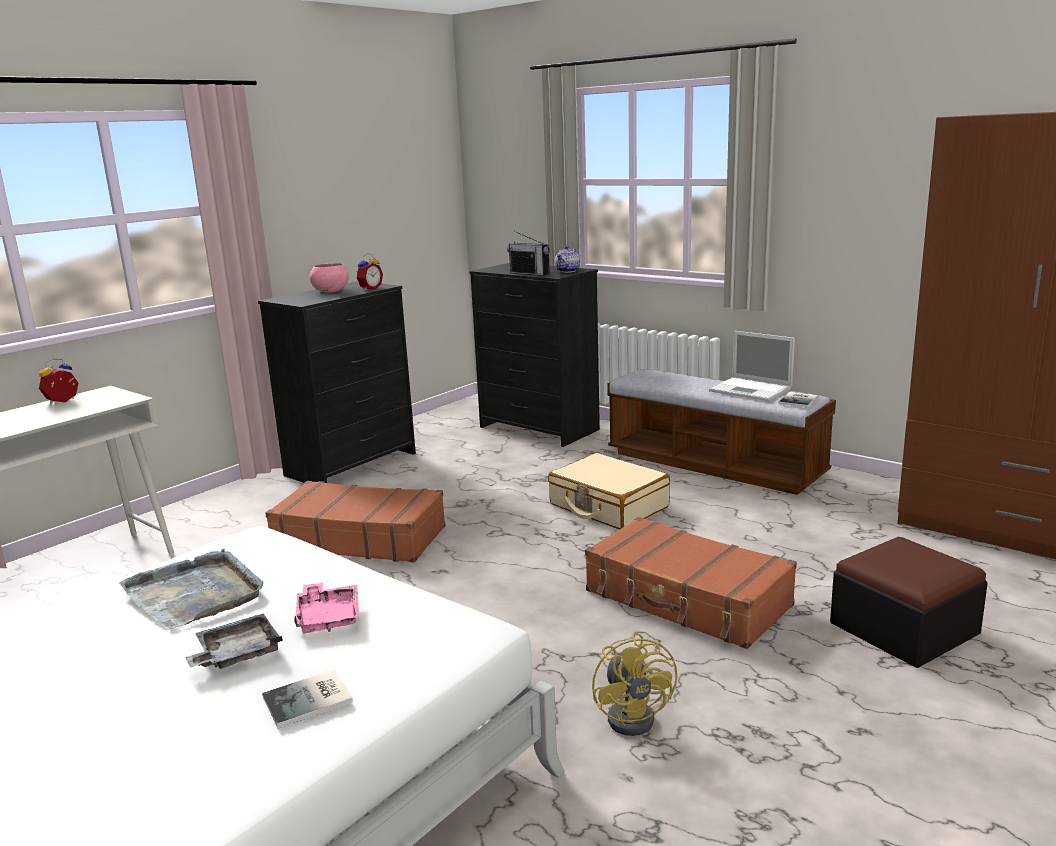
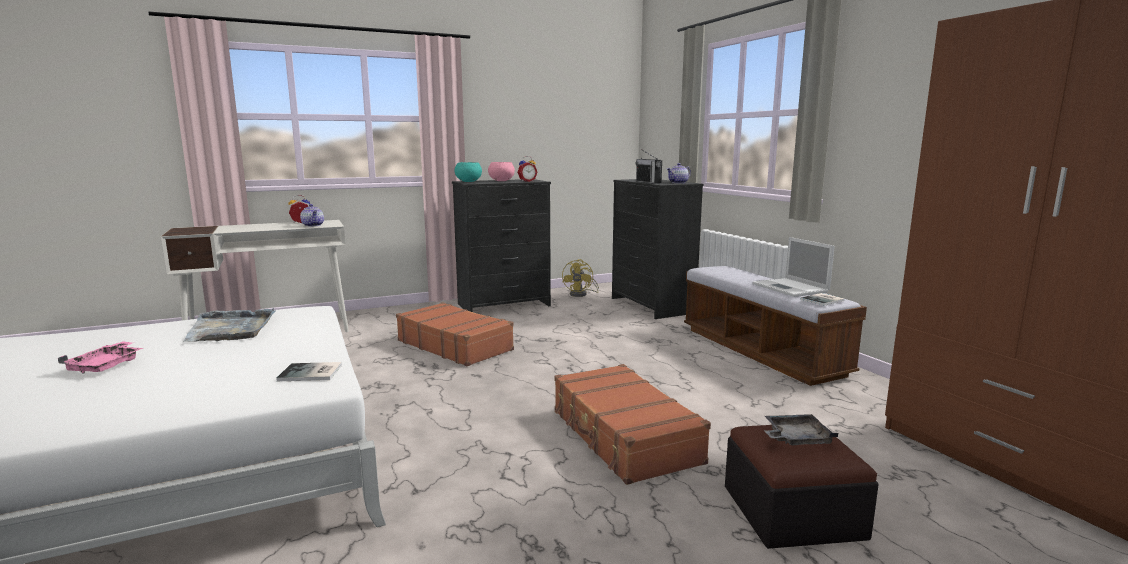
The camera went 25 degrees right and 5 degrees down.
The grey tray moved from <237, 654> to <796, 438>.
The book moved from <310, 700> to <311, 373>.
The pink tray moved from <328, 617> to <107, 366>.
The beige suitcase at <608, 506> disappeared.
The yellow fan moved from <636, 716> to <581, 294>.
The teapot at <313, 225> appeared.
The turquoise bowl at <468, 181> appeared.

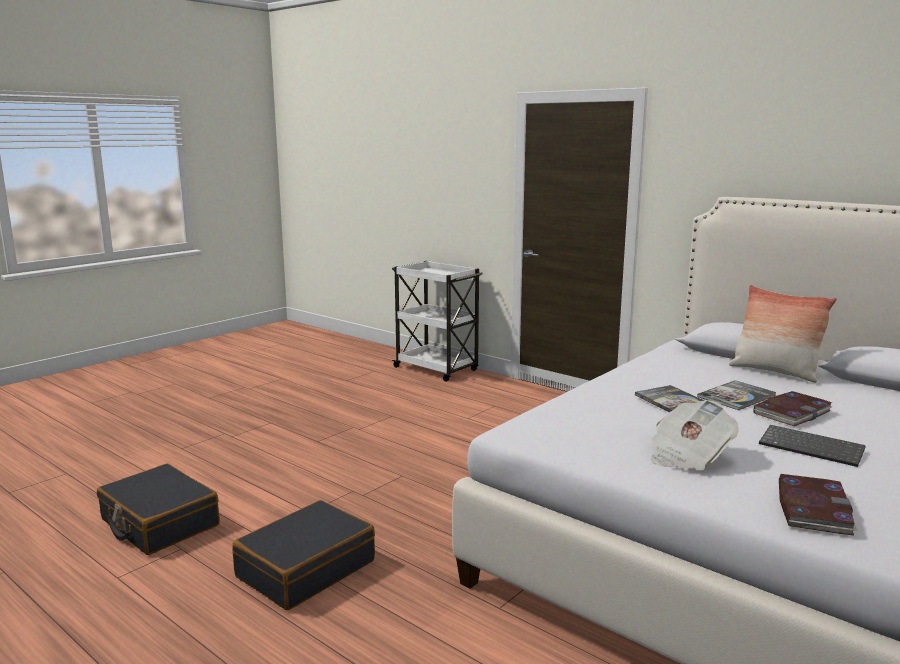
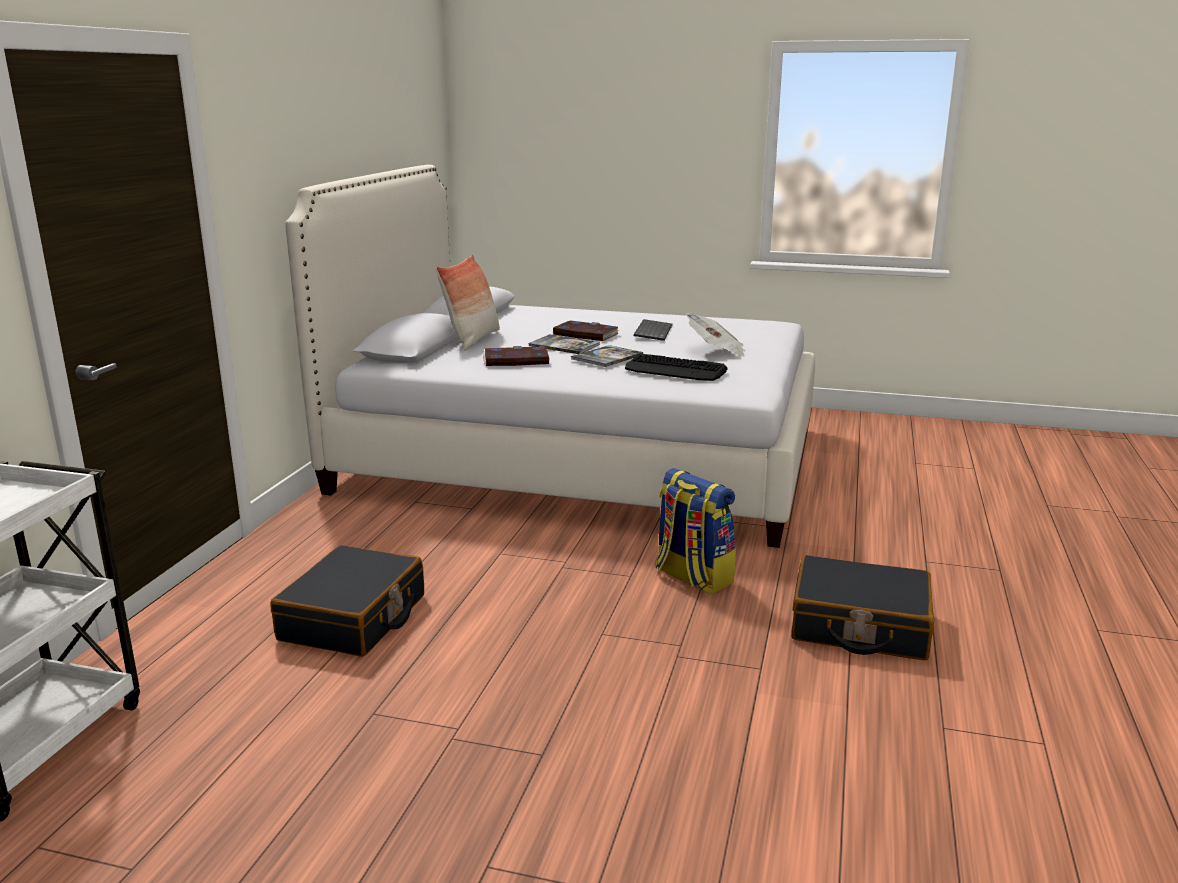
The camera went 115 degrees left and 5 degrees up.
The black suitcase moved from <159, 523> to <354, 618>.
The book moved from <813, 508> to <516, 360>.
The keyboard at <675, 370> appeared.
The backpack at <692, 577> appeared.

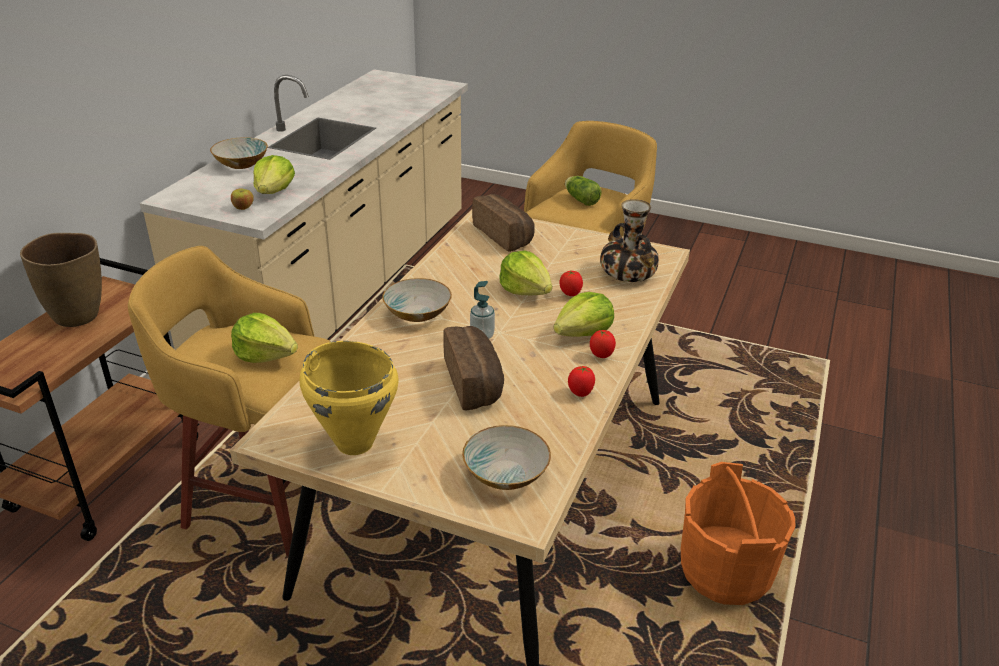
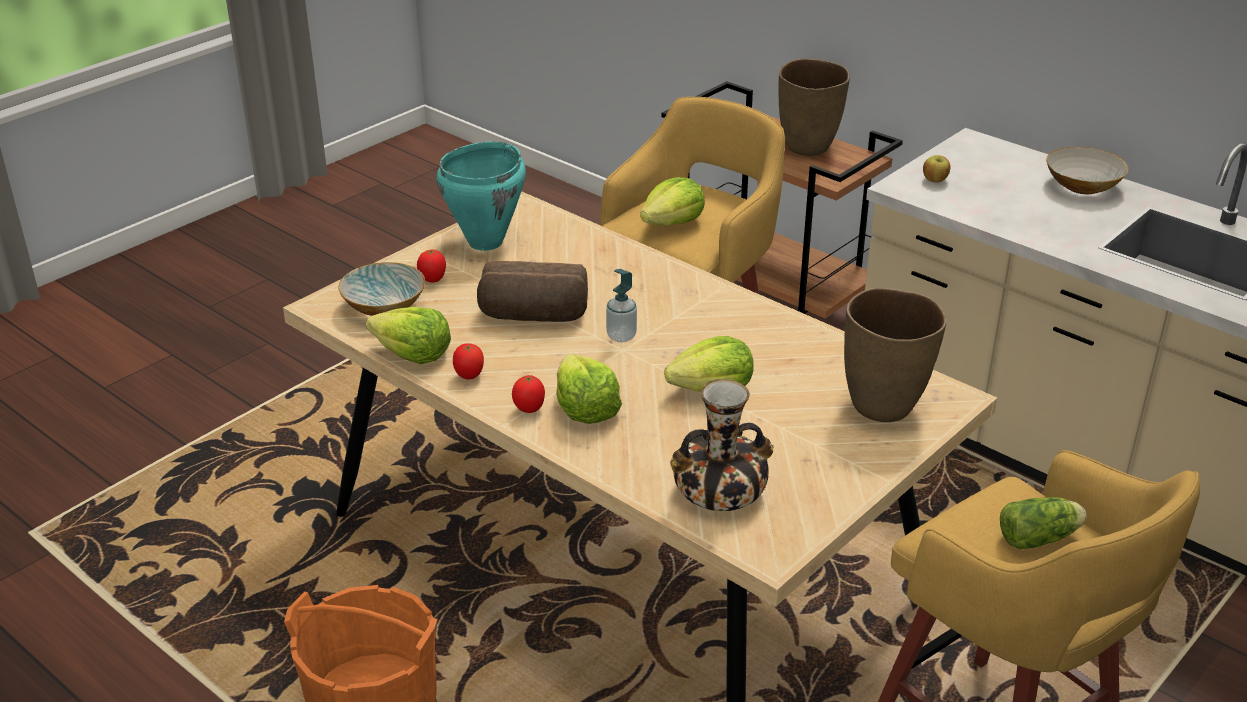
The camera went 110 degrees right and 0 degrees up.
The lettuce moved from <274, 191> to <413, 355>.
The yellow cooking pot at <355, 442> became the turquoise cooking pot at <486, 242>.
The bowl at <417, 313> disappeared.
The bread at <505, 235> was replaced by the brown vase at <883, 405>.
The tomato moved from <570, 294> to <433, 280>.

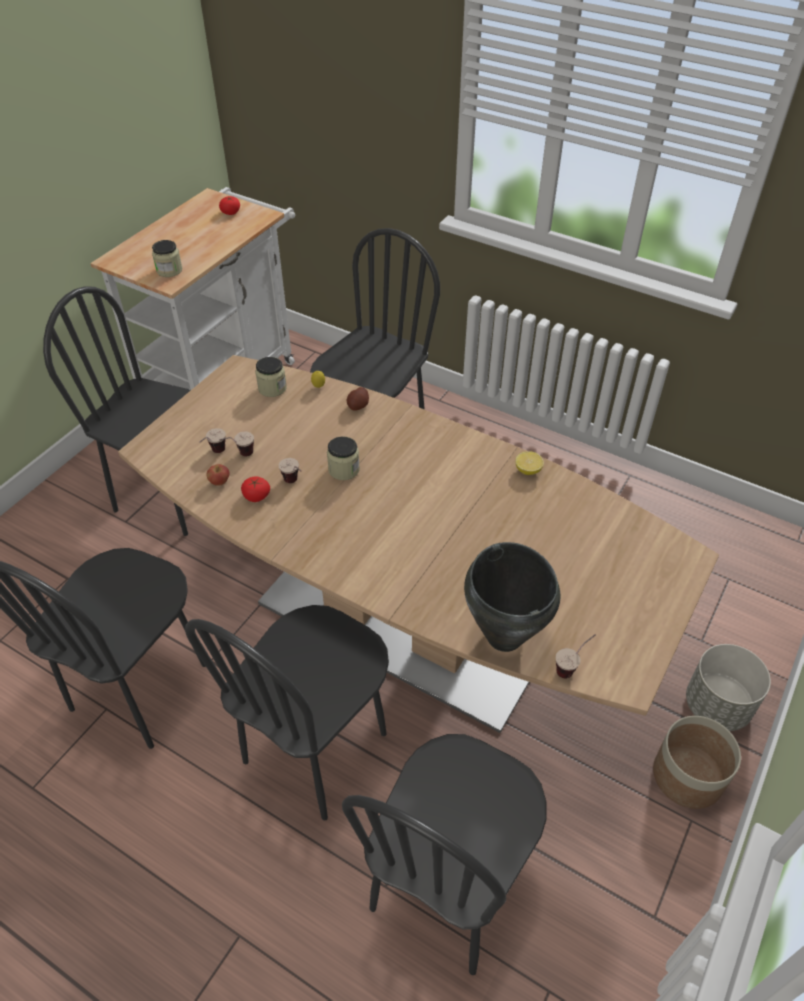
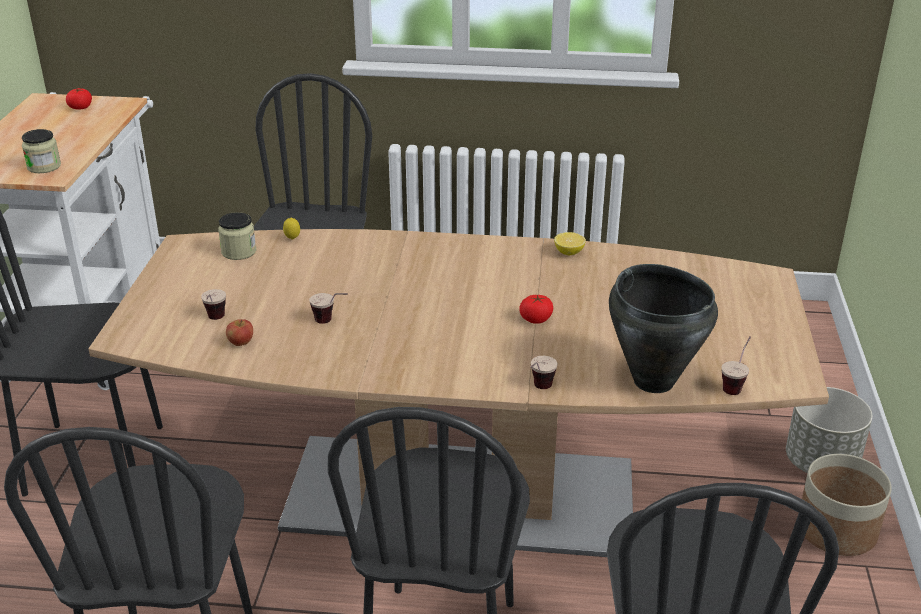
The camera went 25 degrees left and 15 degrees down.
The cup moved from <239, 455> to <538, 390>.
The tomato moved from <256, 496> to <536, 319>.
The jar at <344, 469> disappeared.
The potato at <358, 406> disappeared.

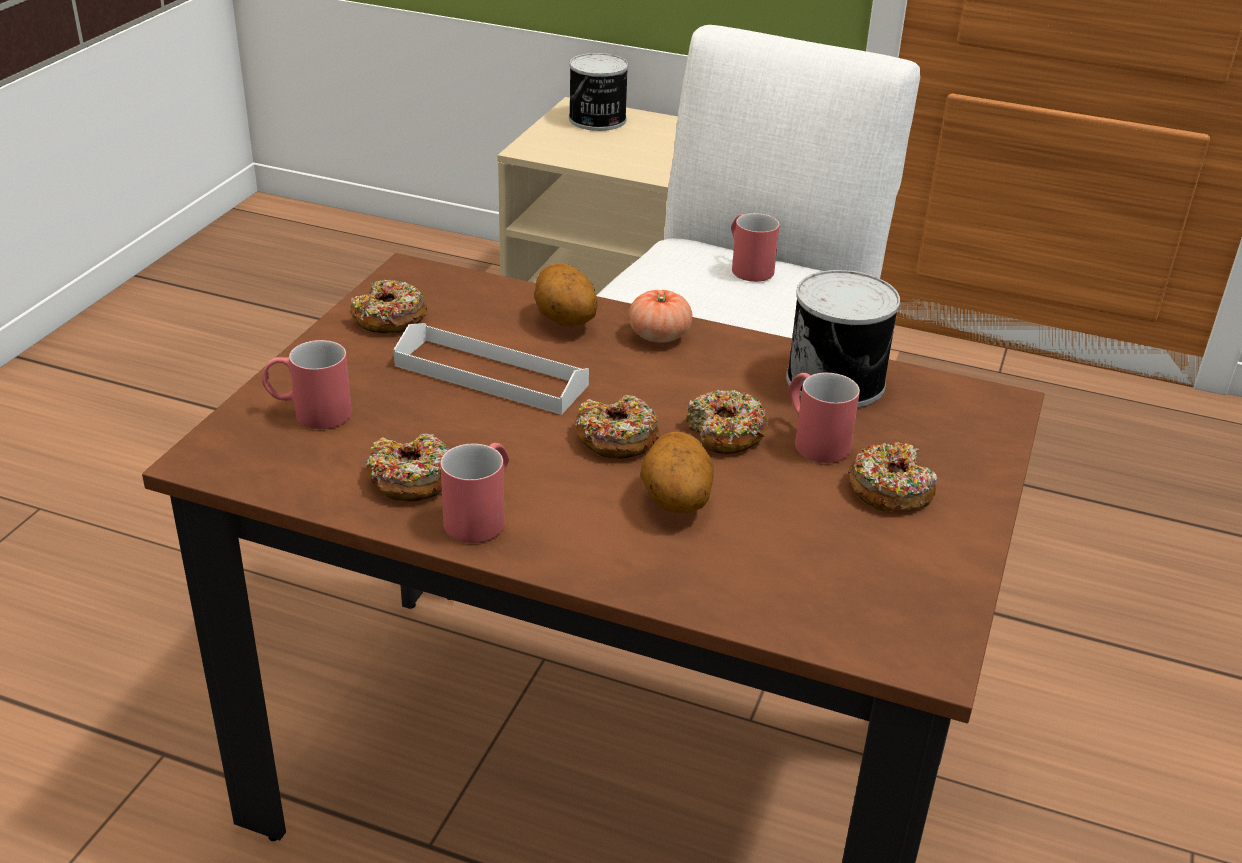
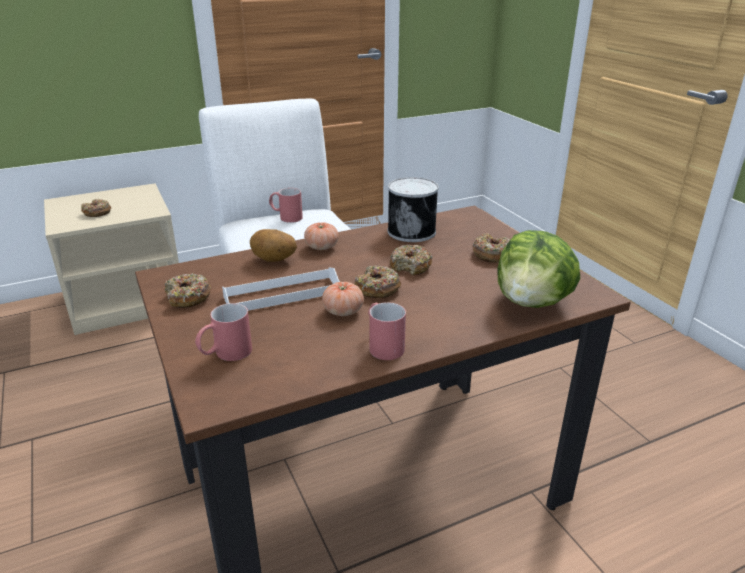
The camera went 45 degrees left and 5 degrees down.
The donut moved from <411, 479> to <97, 212>.
The can at <597, 120> disappeared.
The potato at <675, 502> disappeared.
The red mug at <813, 439> disappeared.
The tomato at <343, 311> appeared.
The lettuce at <532, 302> appeared.

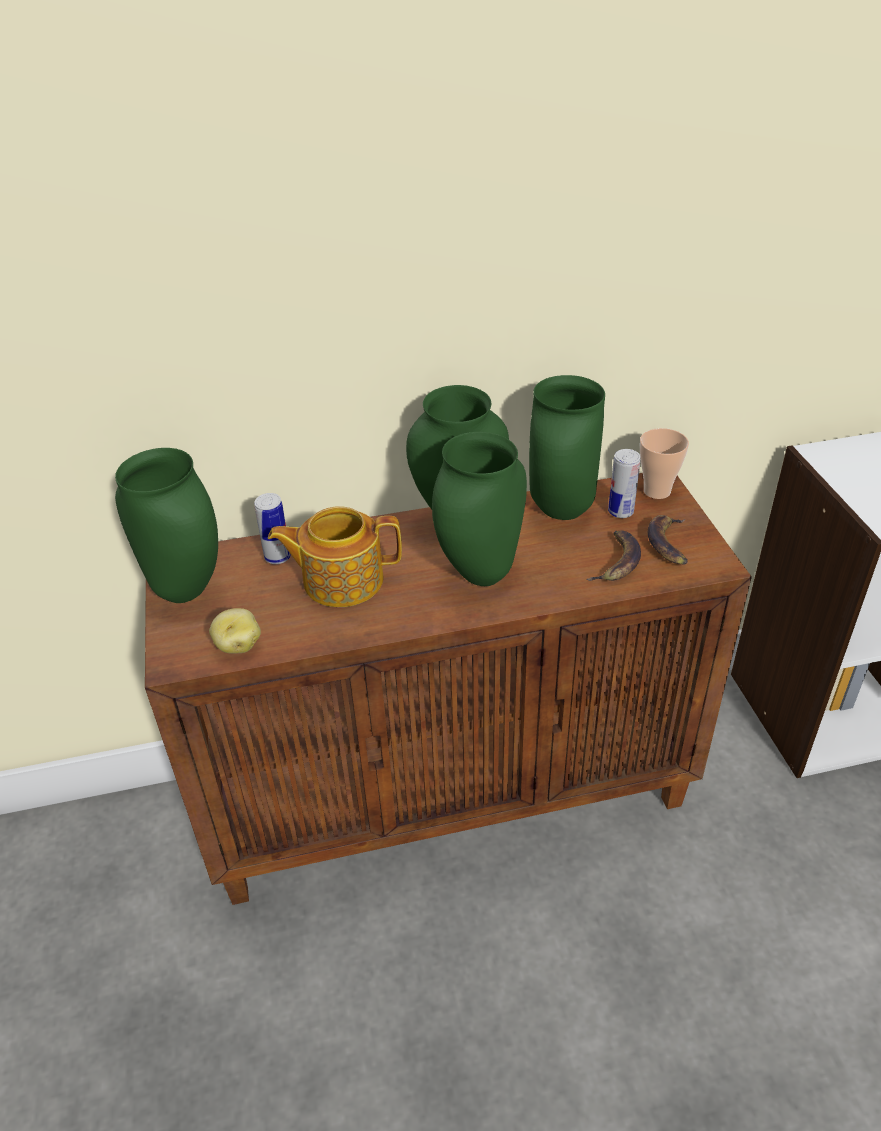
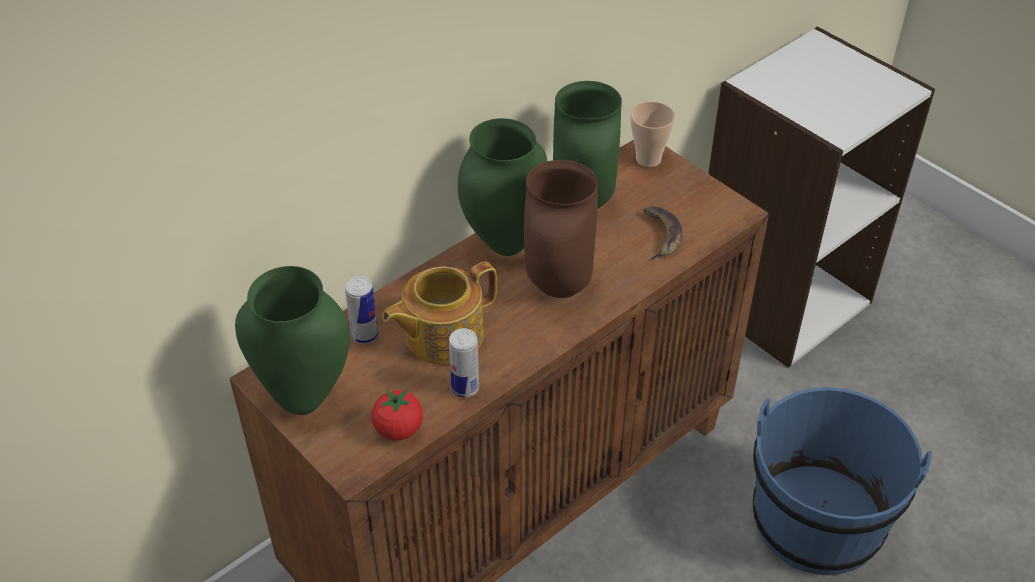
The camera went 30 degrees left and 5 degrees up.
The potato at <238, 645> was replaced by the tomato at <398, 429>.
The green vase at <481, 575> became the brown vase at <560, 288>.
The can moved from <620, 512> to <465, 388>.
The banana at <668, 543> disappeared.
The blue bucket at <817, 520> appeared.

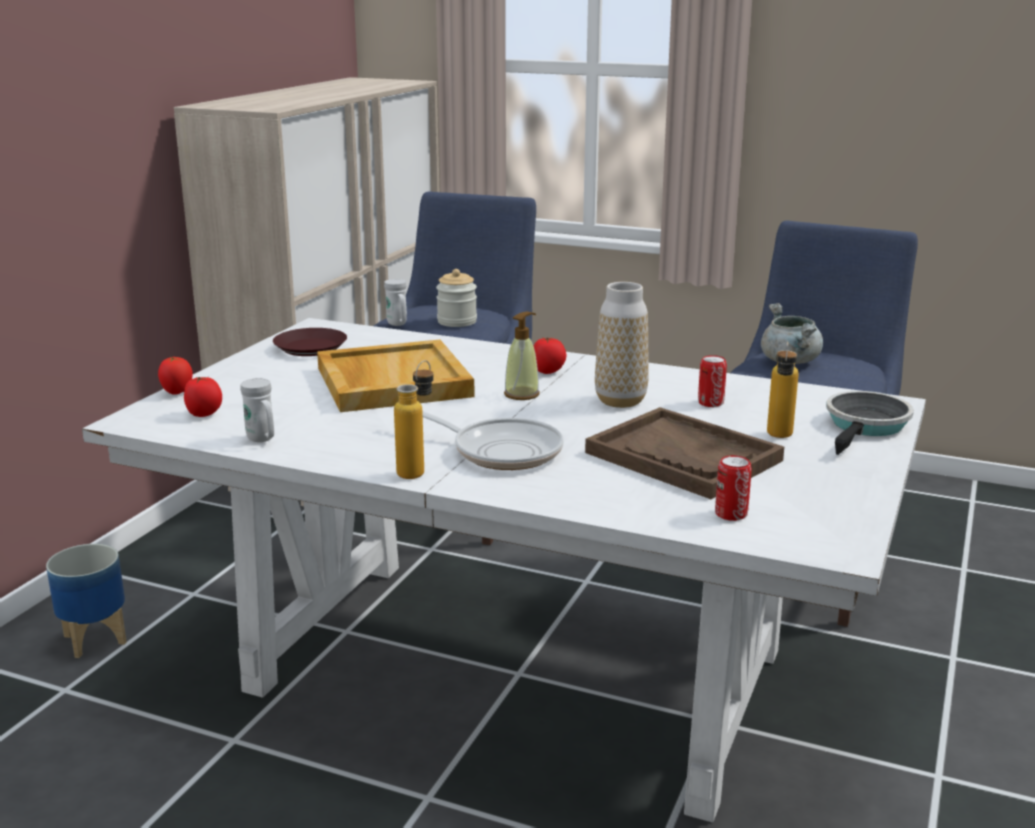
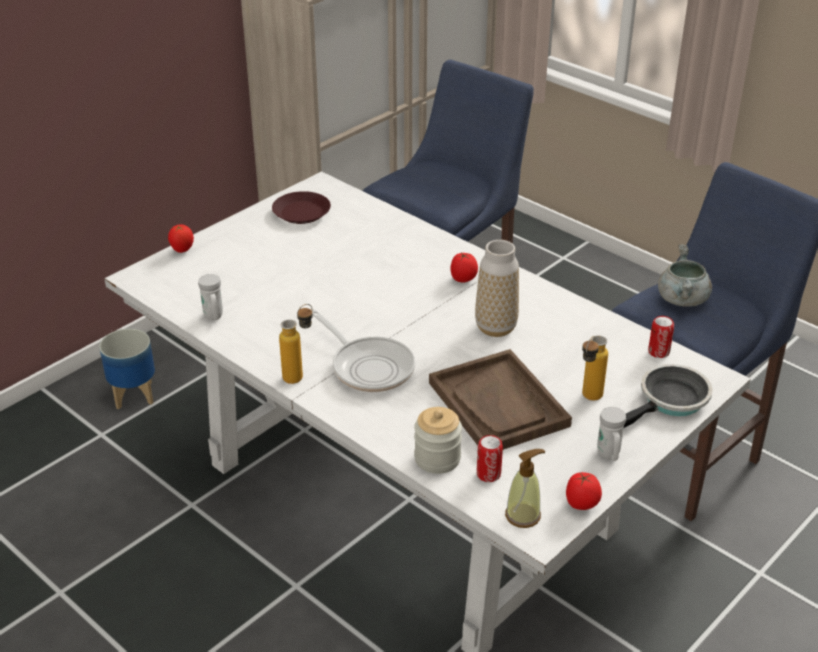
The camera went 20 degrees right and 15 degrees up.
The tomato moved from <204, 414> to <582, 504>.
The beige tray at <392, 382> disappeared.
The white mug moved from <398, 324> to <609, 456>.
The jar moved from <457, 322> to <437, 458>.
The soap dispenser moved from <522, 394> to <523, 515>.
The can moved from <710, 403> to <658, 352>.

